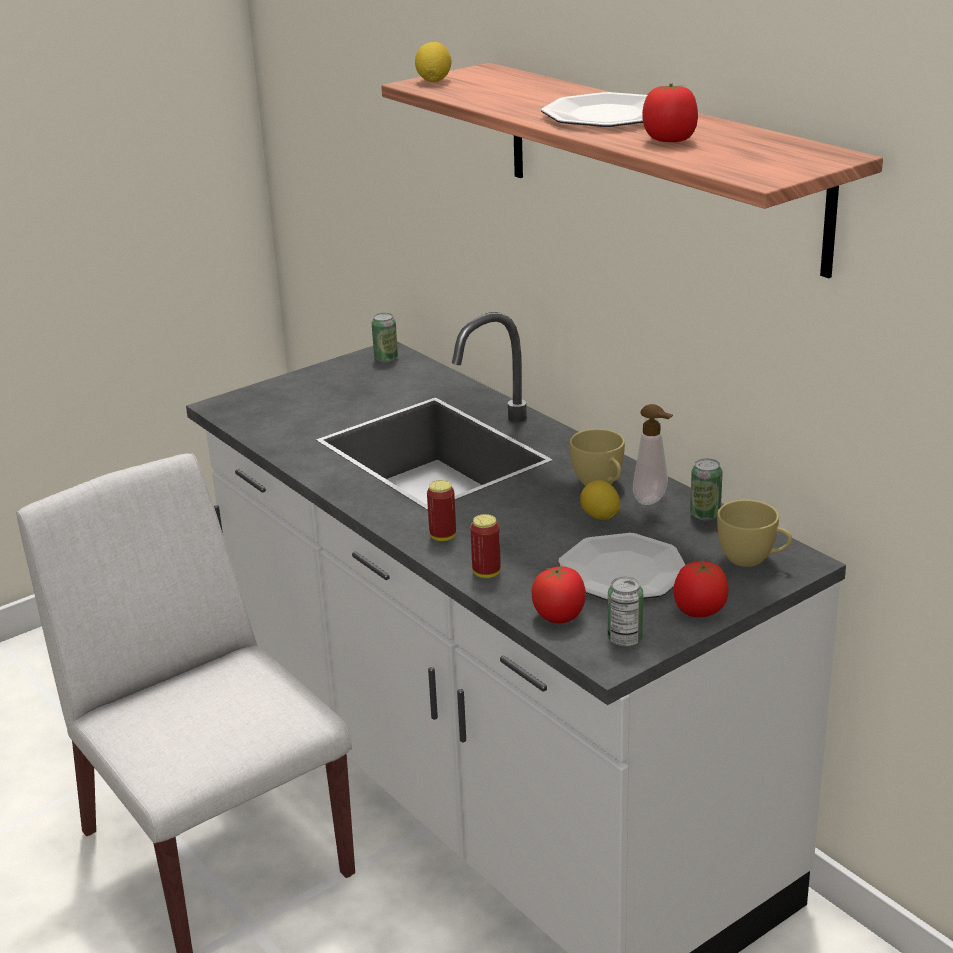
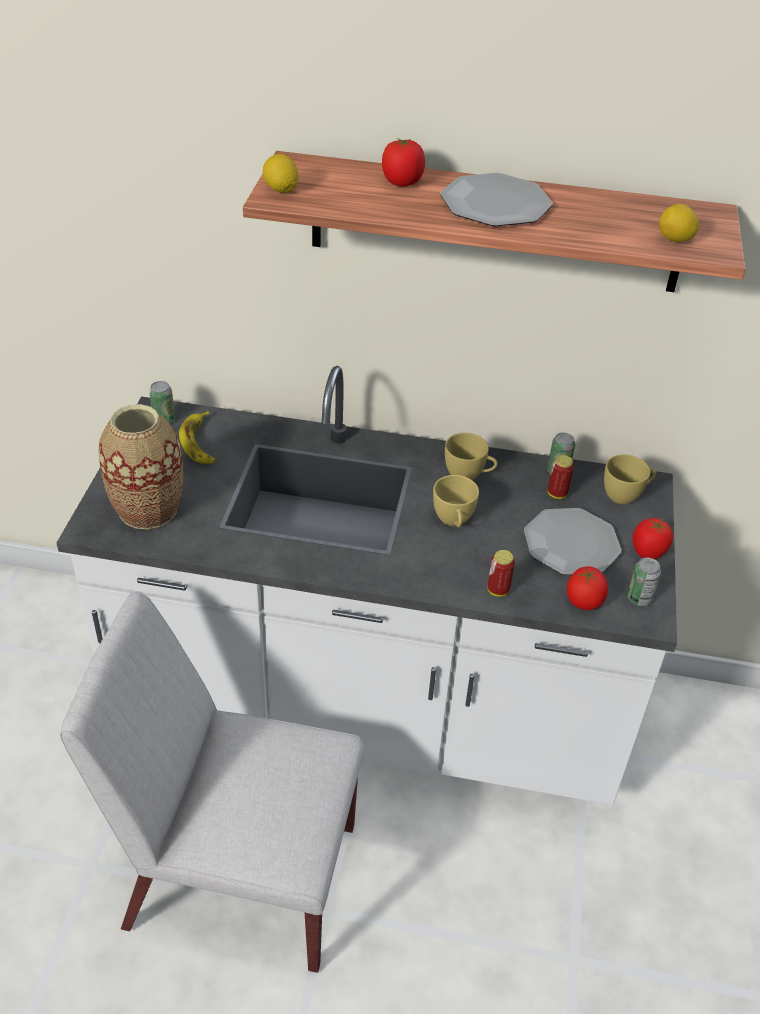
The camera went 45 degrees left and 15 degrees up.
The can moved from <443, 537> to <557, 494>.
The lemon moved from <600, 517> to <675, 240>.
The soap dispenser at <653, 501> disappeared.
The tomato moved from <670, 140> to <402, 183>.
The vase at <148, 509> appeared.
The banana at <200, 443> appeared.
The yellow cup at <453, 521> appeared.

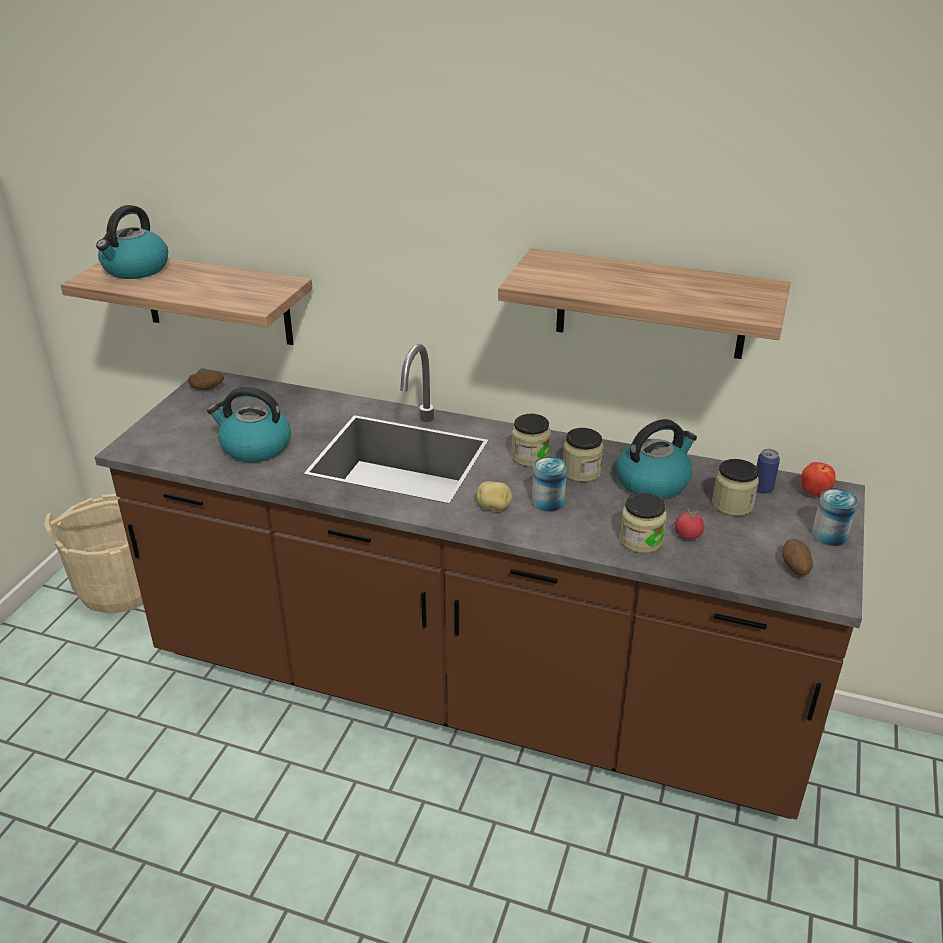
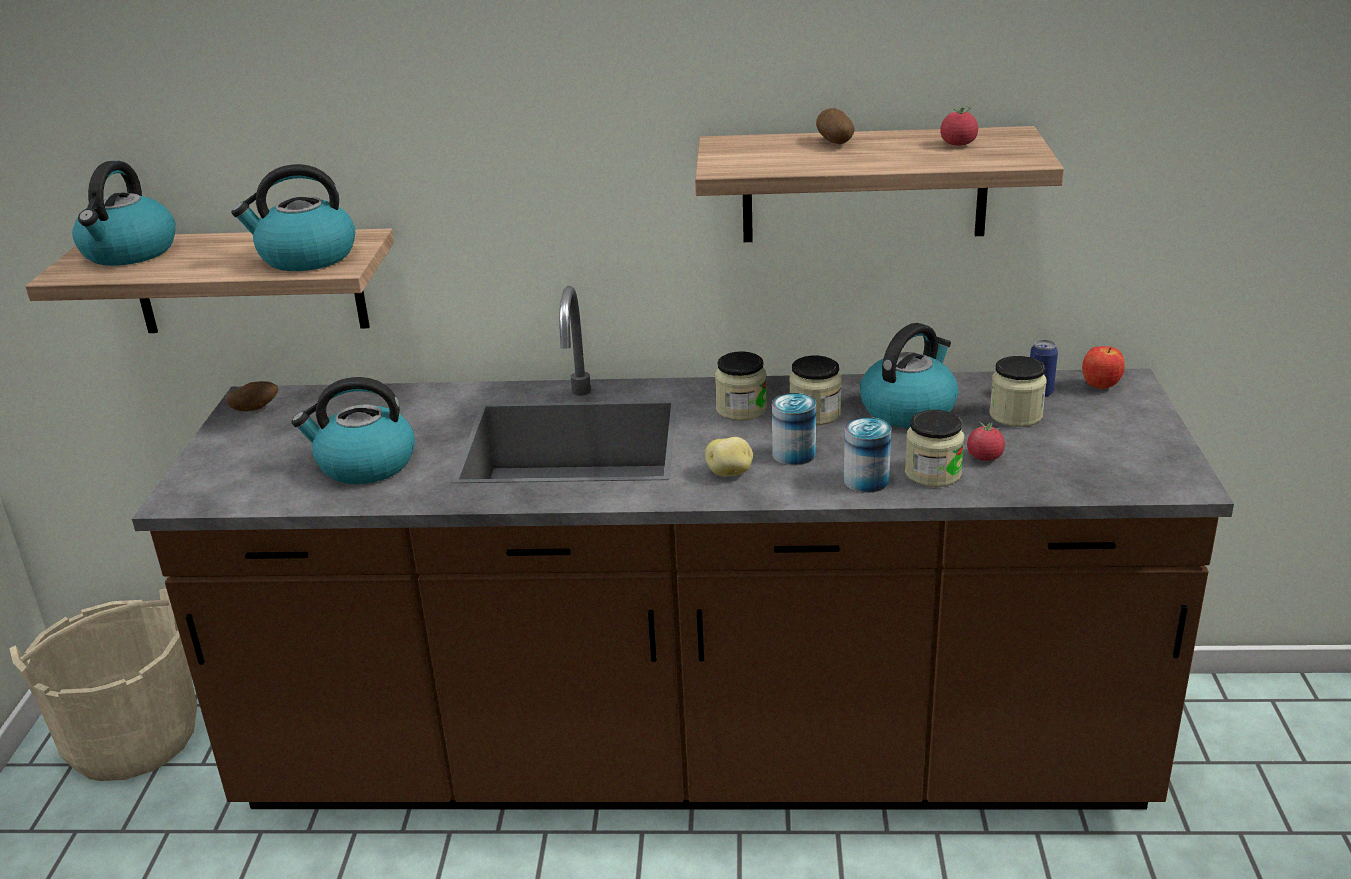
The camera went 15 degrees left and 5 degrees down.
The potato moved from <794, 568> to <834, 143>.
The can moved from <829, 535> to <866, 480>.
The kettle at <306, 257> appeared.
The tomato at <958, 144> appeared.

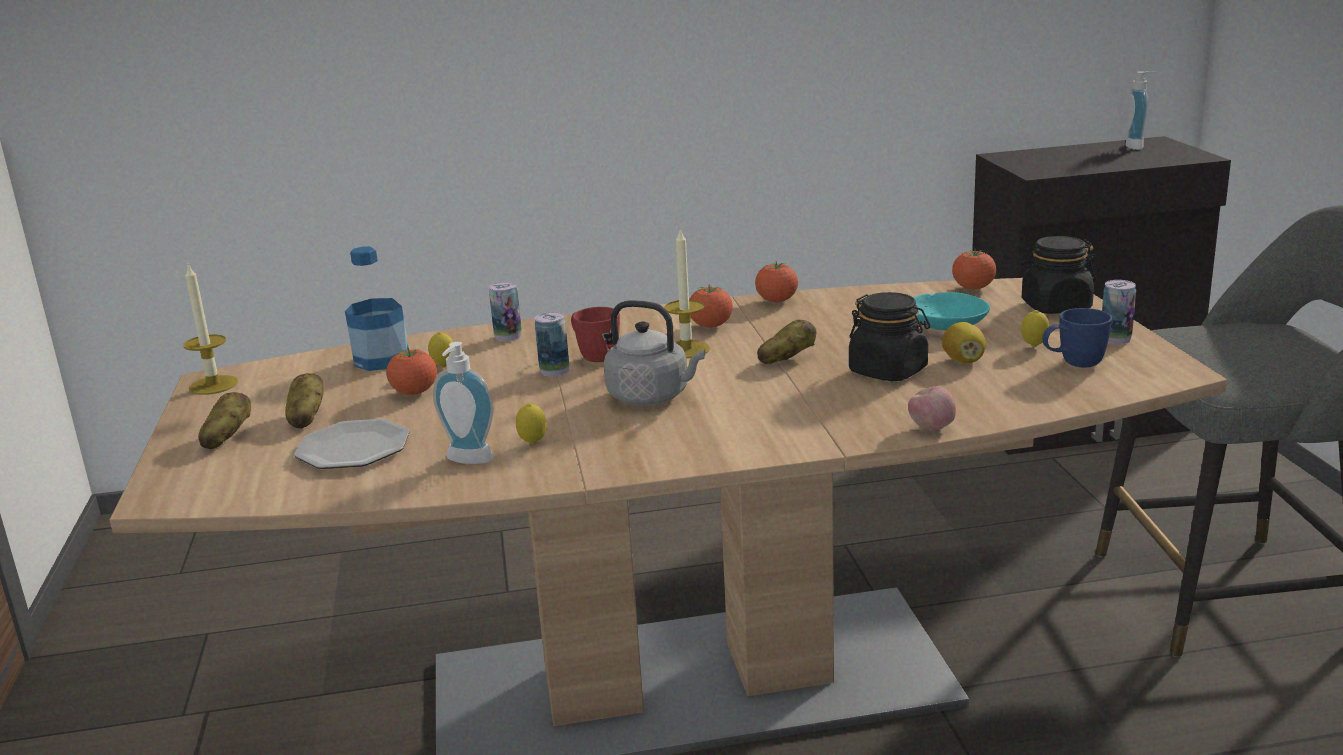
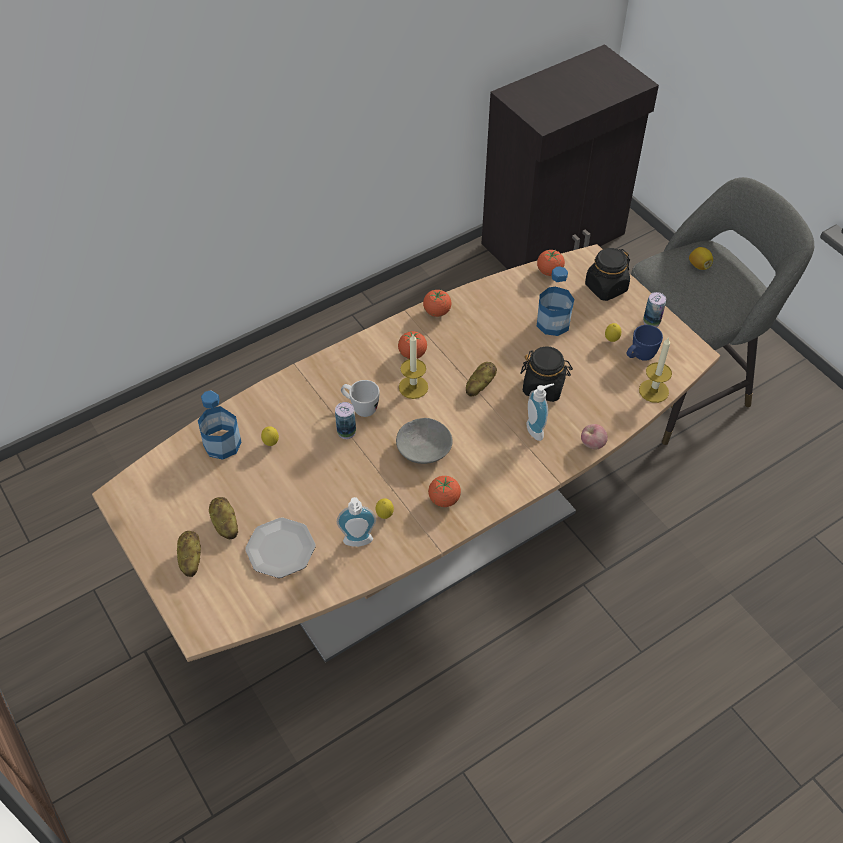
The camera went 25 degrees left and 30 degrees up.
The candle moved from <213, 385> to <653, 391>.
The tomato moved from <414, 393> to <444, 499>.
The can at <508, 336> disappeared.
The red mug at <594, 356> became the white mug at <360, 408>.
The grey kettle at <652, 397> was replaced by the grey bowl at <424, 448>.
The turquoise bowl at <946, 325> was replaced by the bottle at <553, 323>.
The lemon moved from <963, 361> to <699, 265>.
The soap dispenser moved from <1138, 146> to <537, 429>.

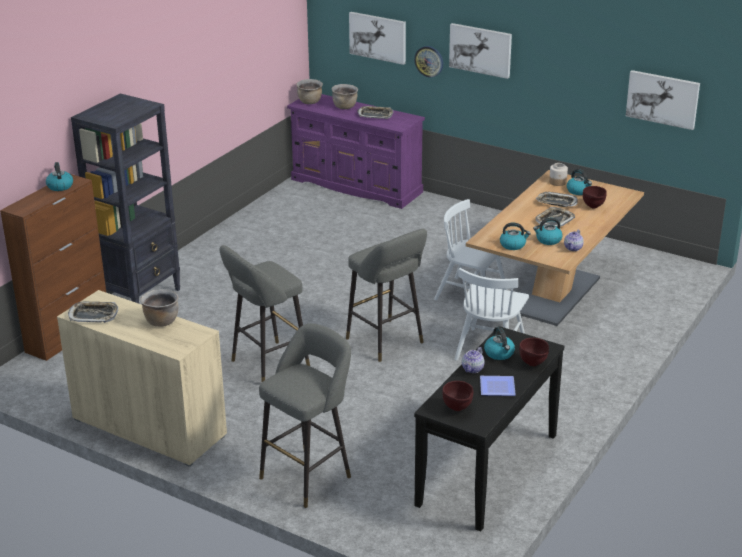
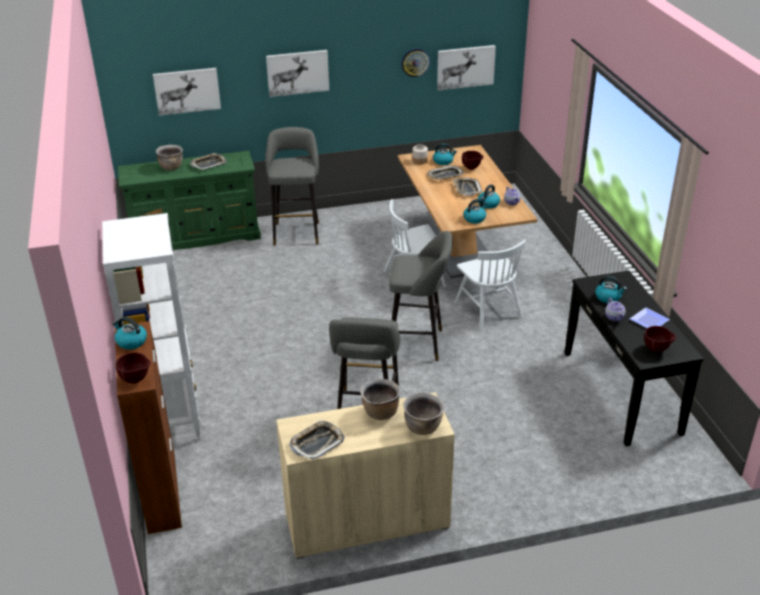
The camera went 45 degrees left and 5 degrees up.
The black bookcase at <140, 297> became the white bookcase at <170, 421>.
The grey stool moved from <309, 475> to <296, 232>.
The purple dresser at <357, 186> became the green dresser at <196, 236>.
The brown cooking pot moved from <310, 102> to <423, 427>.
The wall clock moved from <429, 61> to <415, 62>.
The brown bowl moved from <533, 364> to <136, 380>.

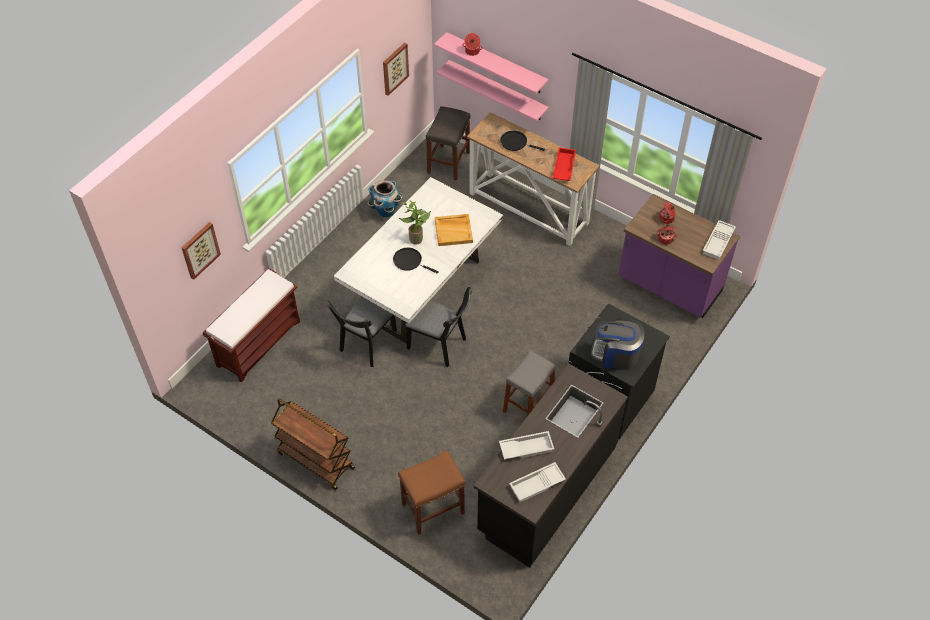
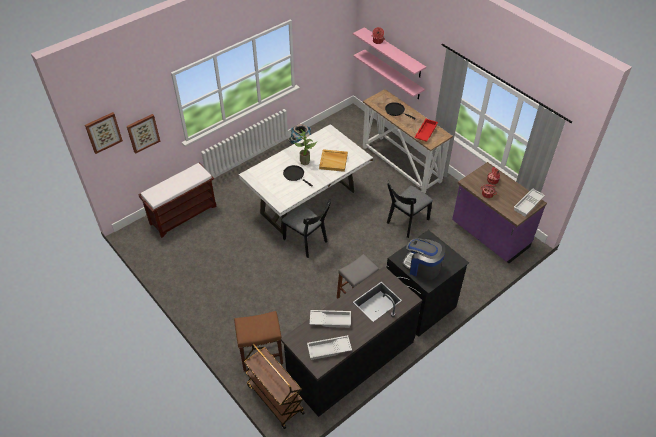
The camera went 15 degrees right and 5 degrees down.
The brown cart moved from <315, 460> to <274, 399>.
The black chair moved from <366, 345> to <406, 223>.
The picture moved from <394, 68> to <103, 132>.
The grey stool at <448, 162> disappeared.

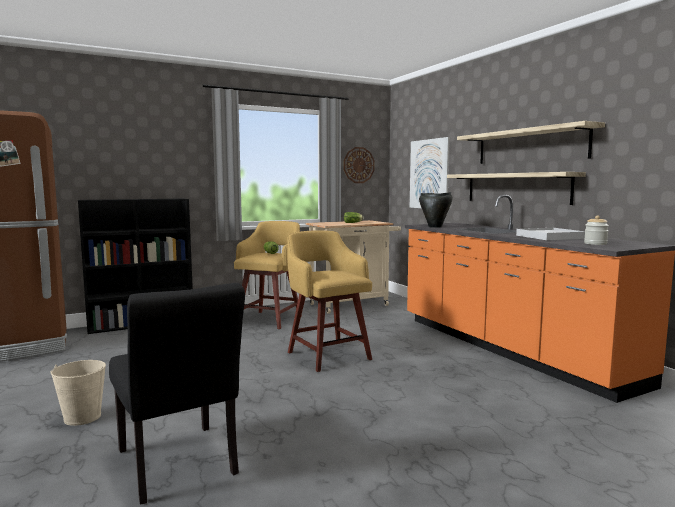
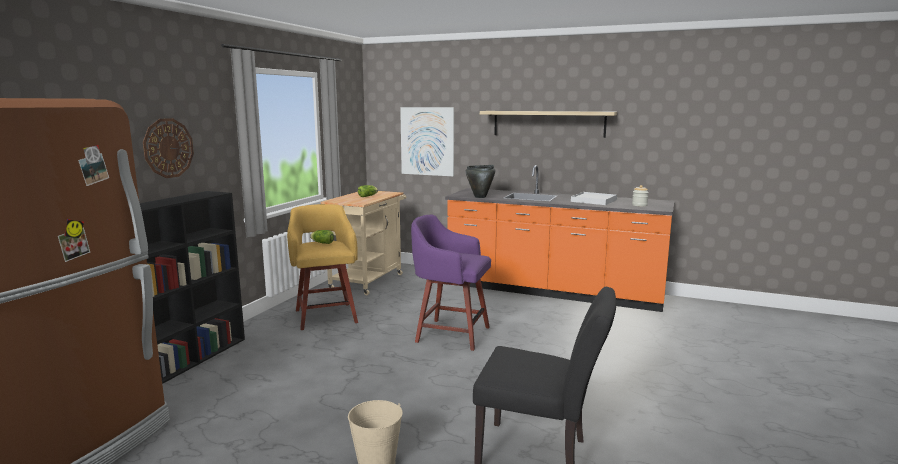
The camera went 40 degrees left and 5 degrees up.
The yellow stool at <327, 355> became the purple stool at <450, 334>.
The wall clock moved from <358, 165> to <168, 148>.
The shelf at <516, 188> disappeared.

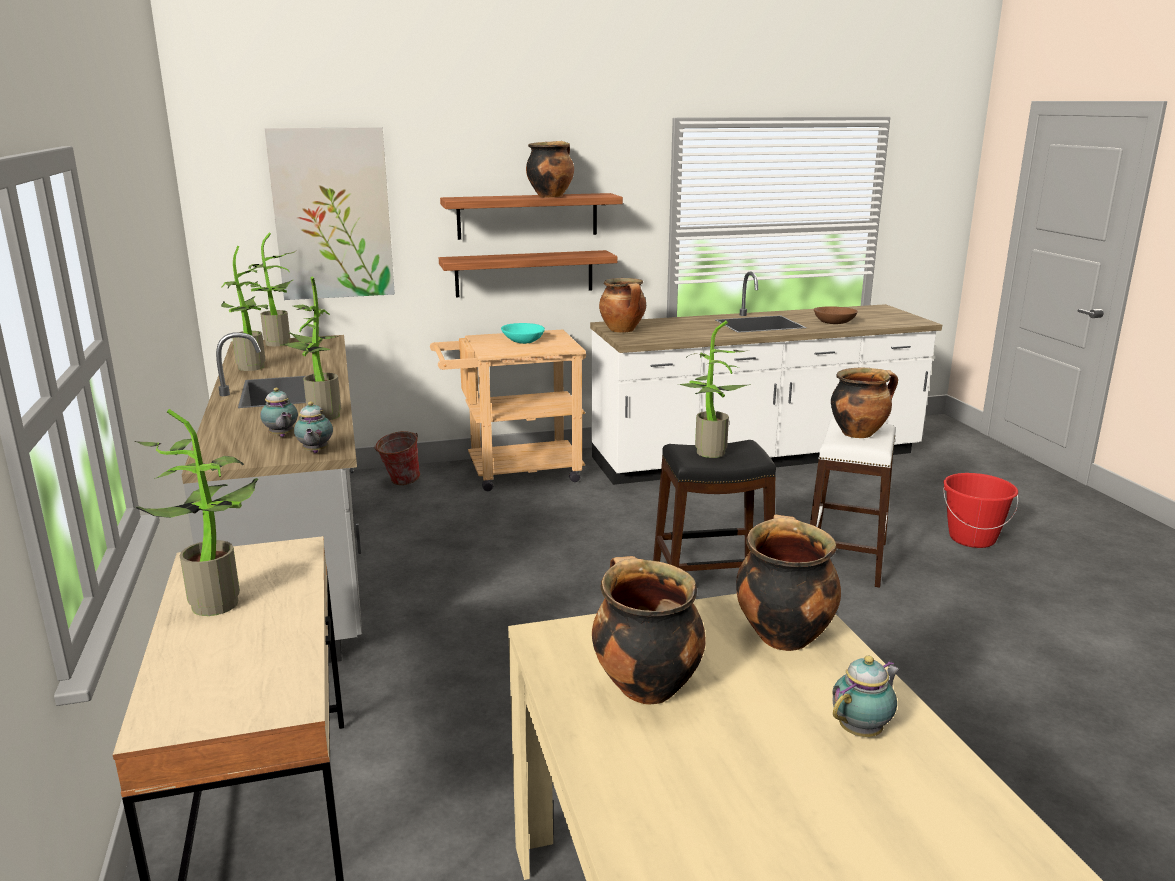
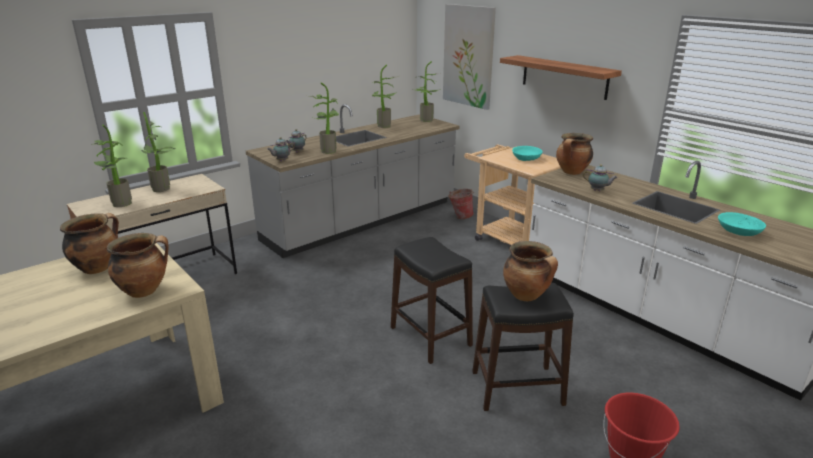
The camera went 65 degrees right and 5 degrees up.
The shelf at <524, 273> disappeared.
The cooking pot at <550, 196> disappeared.
The potted plant moved from <708, 454> to <119, 203>.
The white stool at <846, 558> became the black stool at <517, 388>.
The brown bowl at <834, 322> became the turquoise bowl at <738, 231>.
The teapot moved from <862, 730> to <598, 191>.

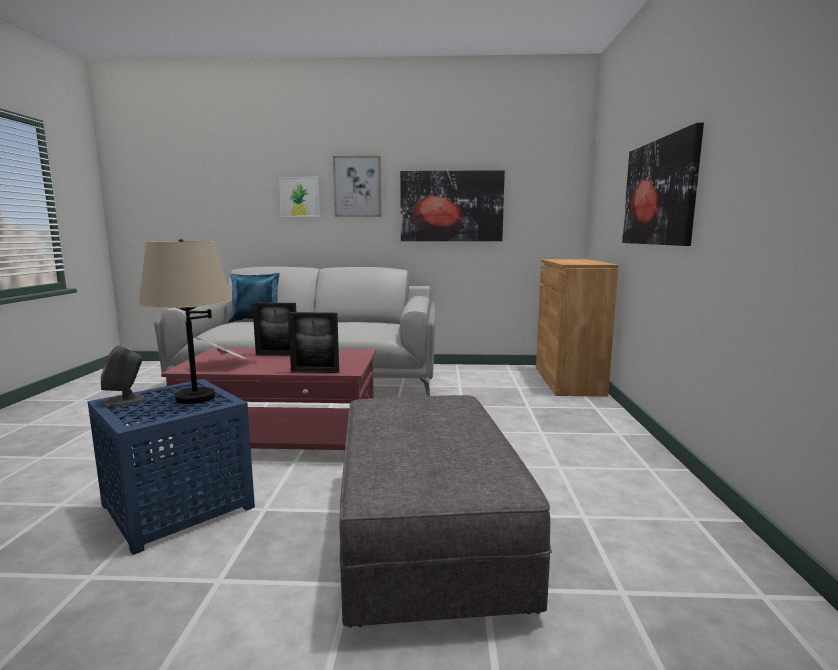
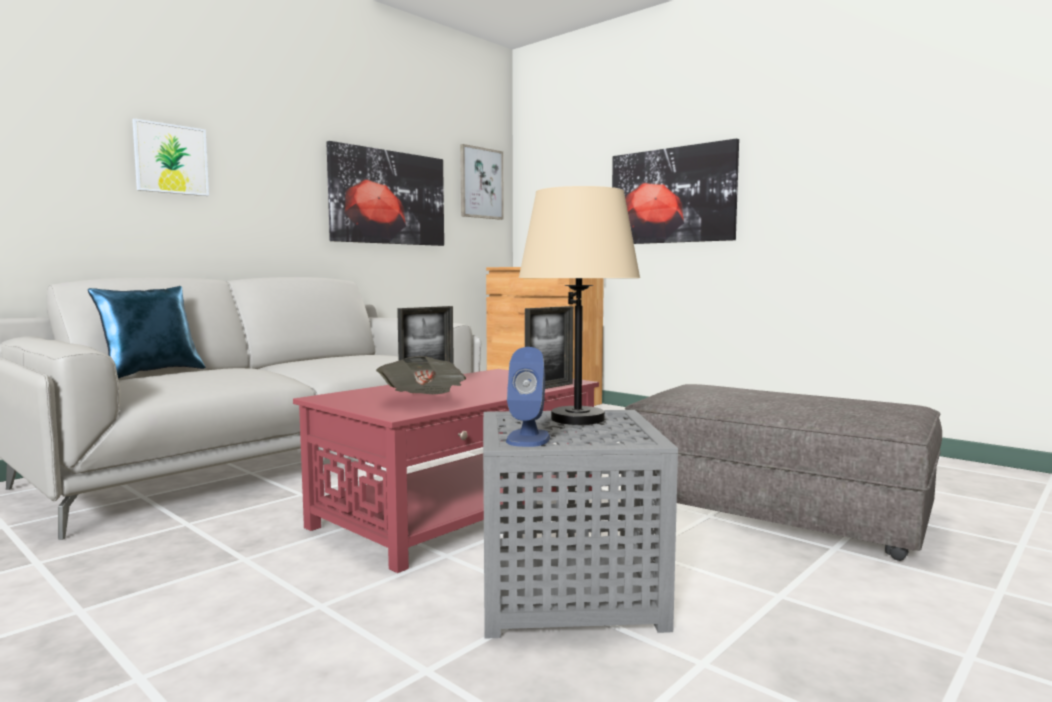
The camera went 50 degrees left and 5 degrees down.
The blue side table at <175, 506> became the grey side table at <565, 592>.
The grey speaker at <124, 401> became the blue speaker at <528, 438>.
The picture moved from <357, 186> to <481, 183>.

